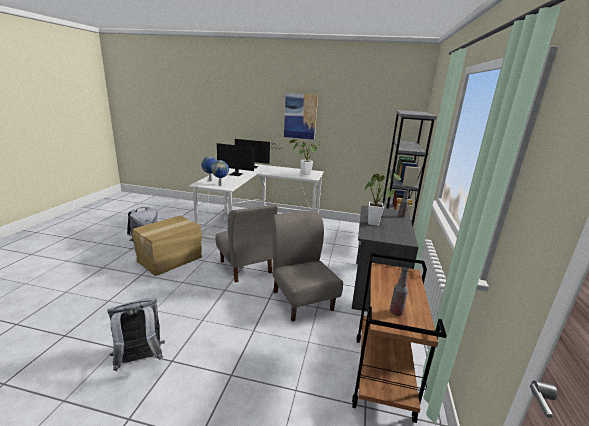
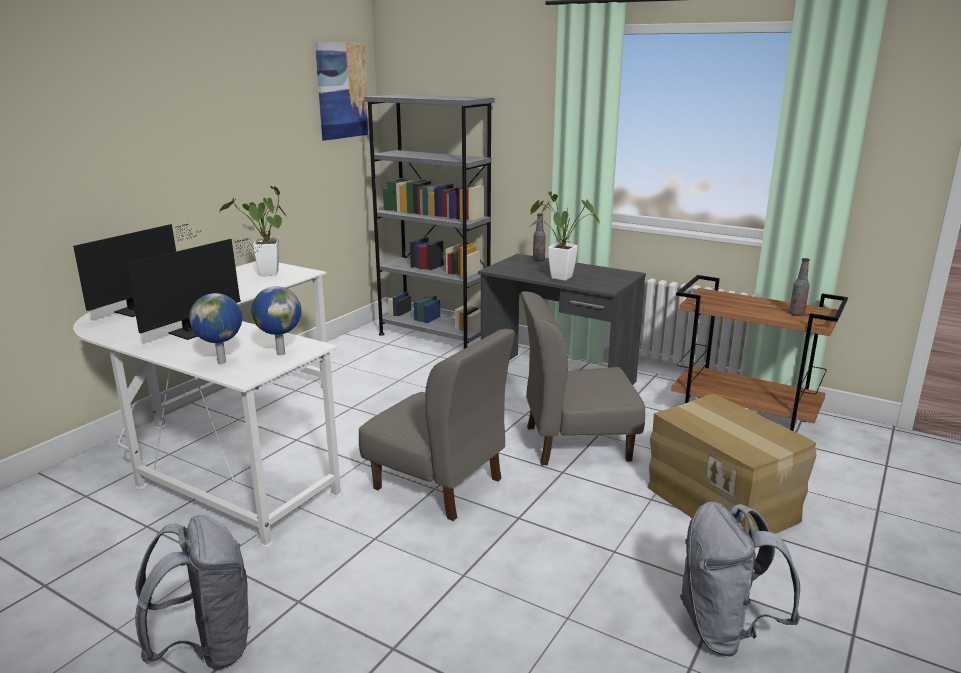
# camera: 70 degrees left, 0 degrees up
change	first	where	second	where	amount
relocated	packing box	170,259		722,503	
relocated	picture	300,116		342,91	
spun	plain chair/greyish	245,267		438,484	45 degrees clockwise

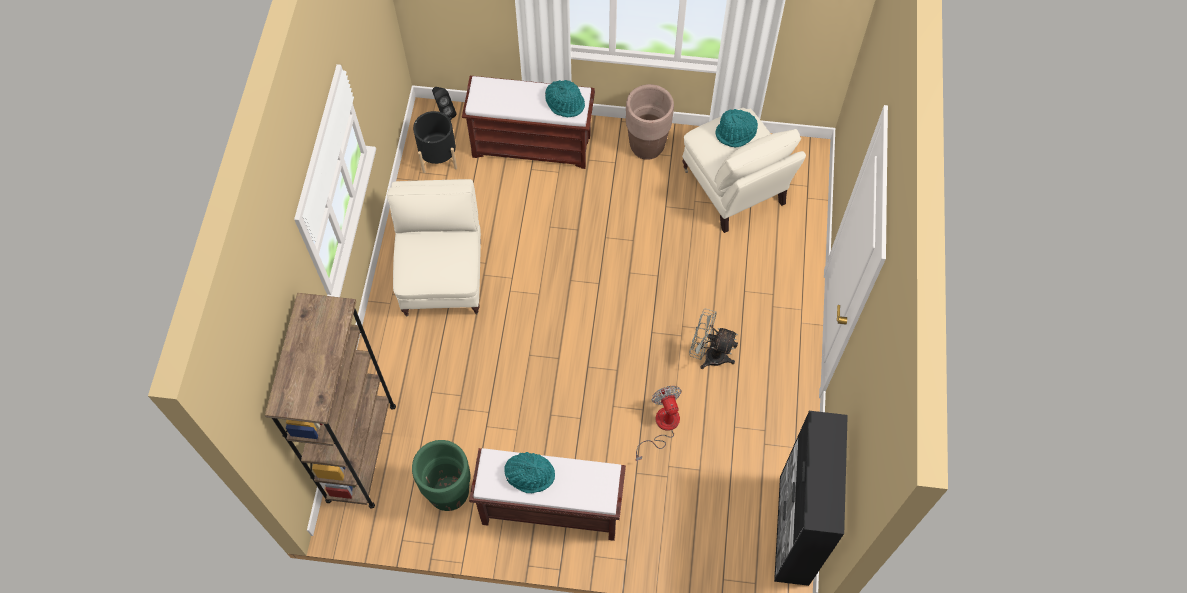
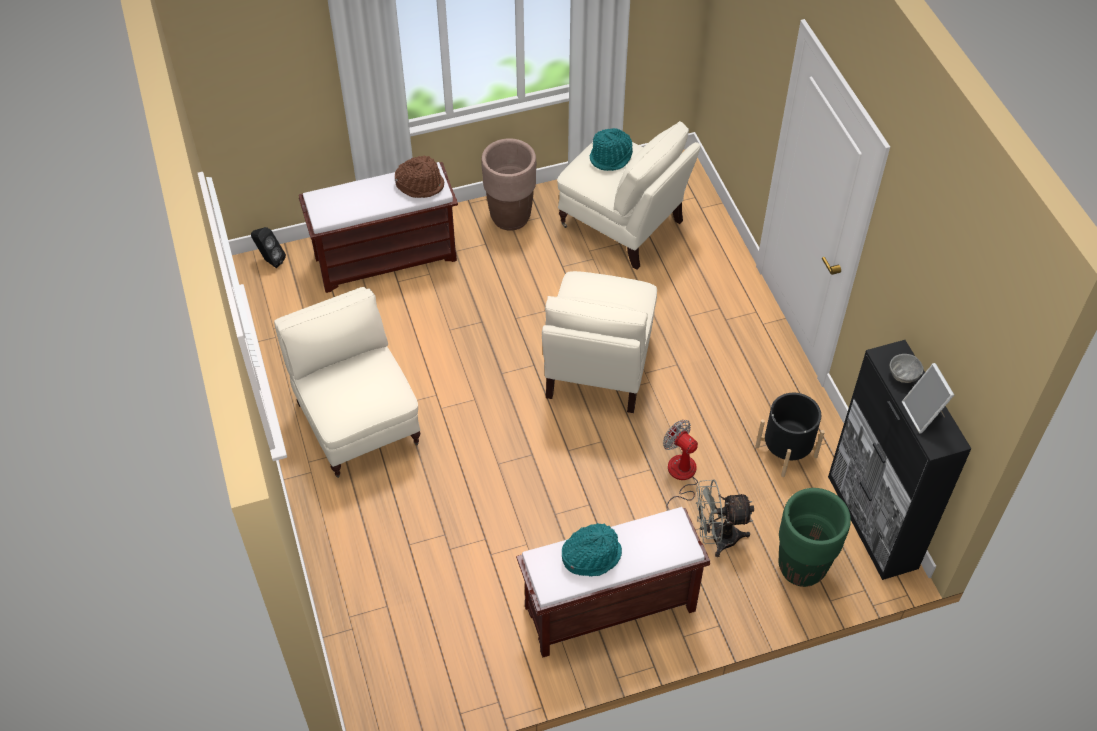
# camera: 25 degrees left, 10 degrees down
change	first	where	second	where	amount
missing	shelving unit/brownish	361,452			
appeared			armchair/beige	597,367	
appeared			bowl/greyish	904,375	
appeared			standing frame	924,414	
relocated	plant pot/green	449,493		802,567	
relocated	plant pot/black-coloured	438,156		786,451	
relocated	fan/greyish	709,355		717,538	
colour	hat/turquoise	565,103	hat/brownish	420,184	

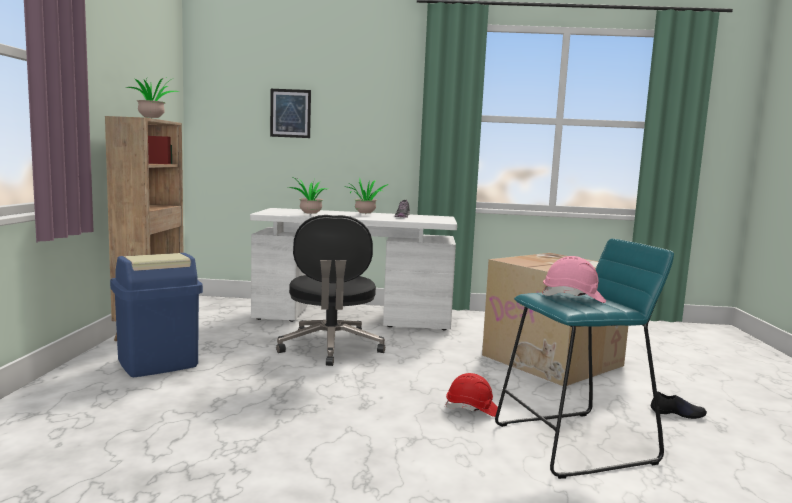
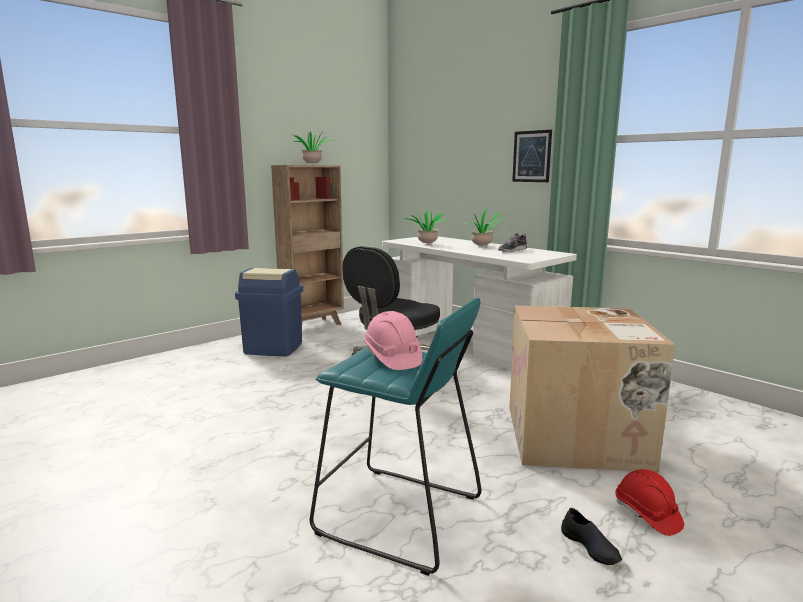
# camera: 45 degrees right, 5 degrees up
change	first	where	second	where	amount
relocated	picture	290,113		531,156	
relocated	work helmet/red-coloured	472,409		647,515	

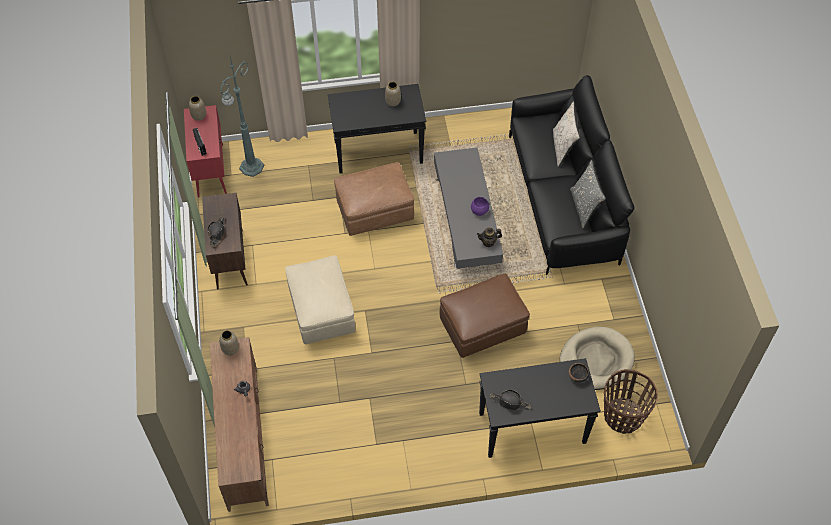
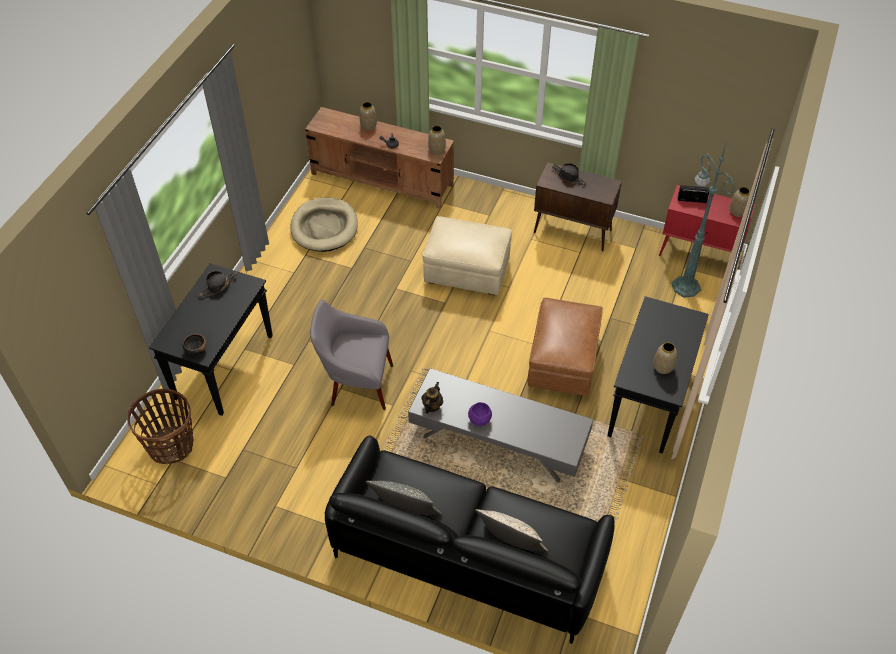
# camera: 120 degrees right, 5 degrees down
change	first	where	second	where	amount
appeared			decorative vase	368,126	
relocated	dog bed/beige	596,360		324,227	
exchanged	pouffe/brownish	482,327	armchair/greyish	357,384	

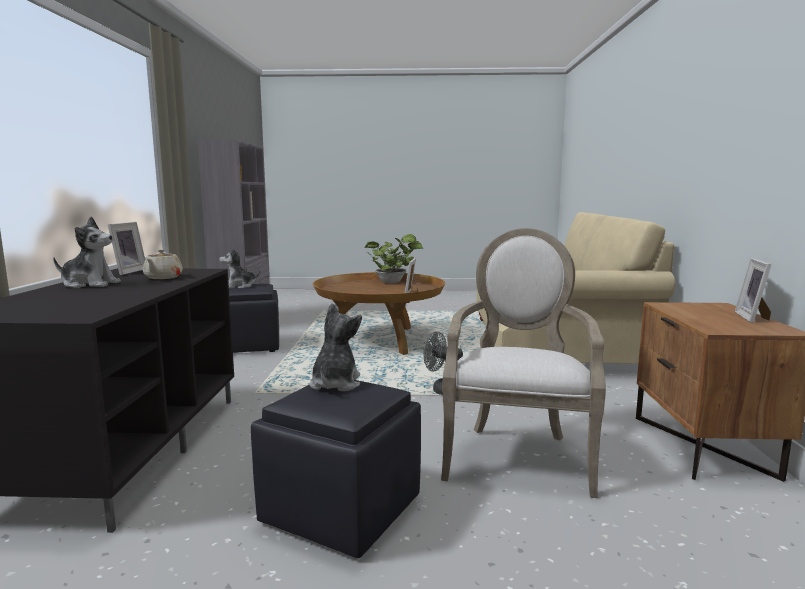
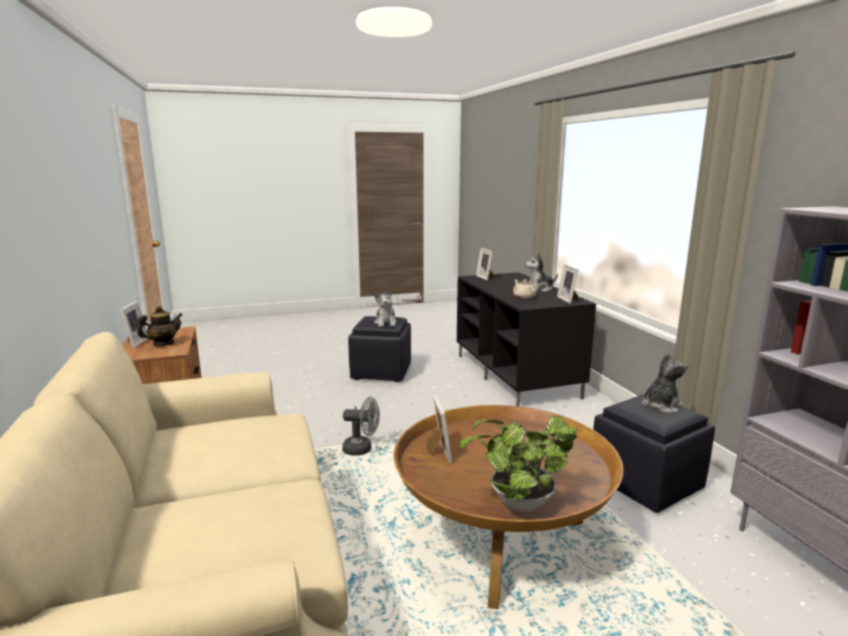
# camera: 160 degrees right, 5 degrees up
change	first	where	second	where	amount
missing	armchair	518,455			
appeared			pot for tea	163,344	
appeared			standing frame	485,277	

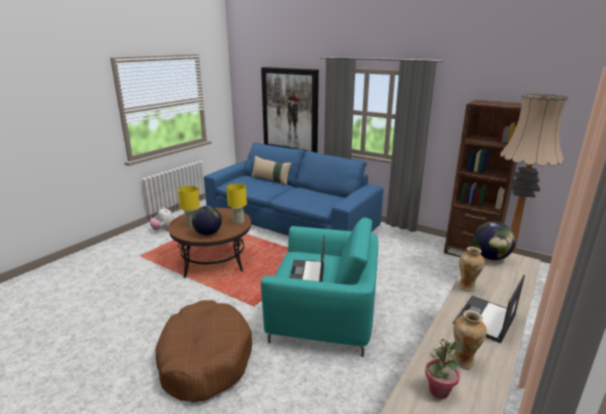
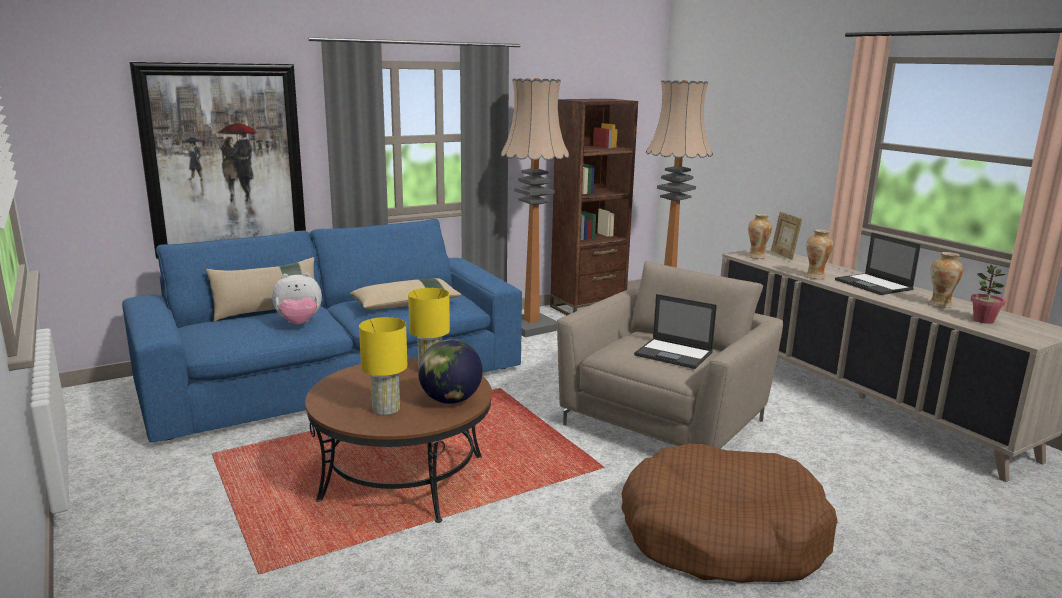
# camera: 65 degrees left, 5 degrees down
change	first	where	second	where	amount
appeared			cushion/beige	406,304	
appeared			standard lamp	531,327	
appeared			standing frame	783,255	
relocated	plush toy	163,230		299,323	
exchanged	world globe	490,257	decorative vase	756,257	
colour	armchair/turquoise	323,316	armchair/beige	665,422	

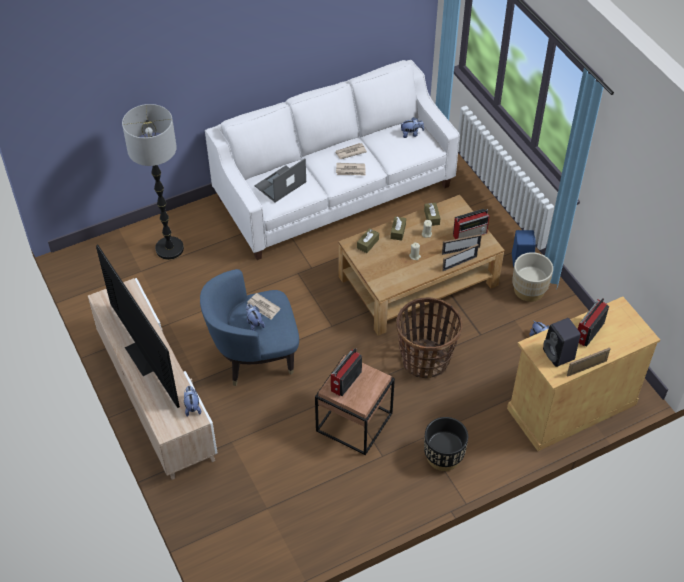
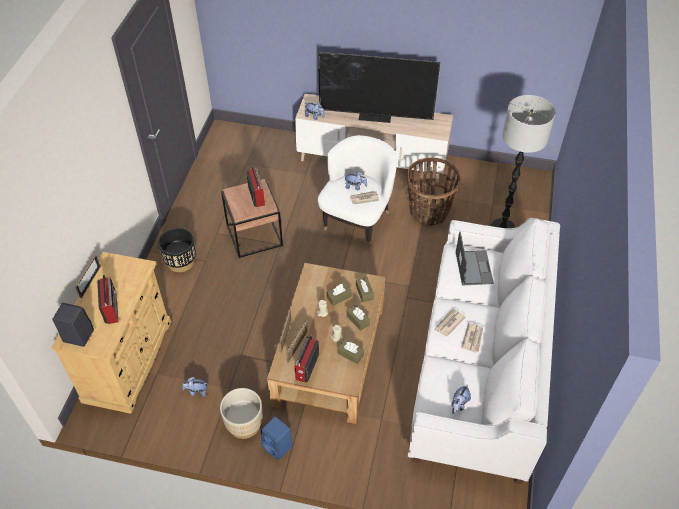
# camera: 130 degrees right, 0 degrees up
change	first	where	second	where	amount
appeared			tissue holder/brownish	339,297	
relocated	basket	425,360		429,212	
relocated	loudspeaker/black-coloured	559,355		77,335	
colour	armchair/blue-coloured	254,356	armchair/white	357,219	

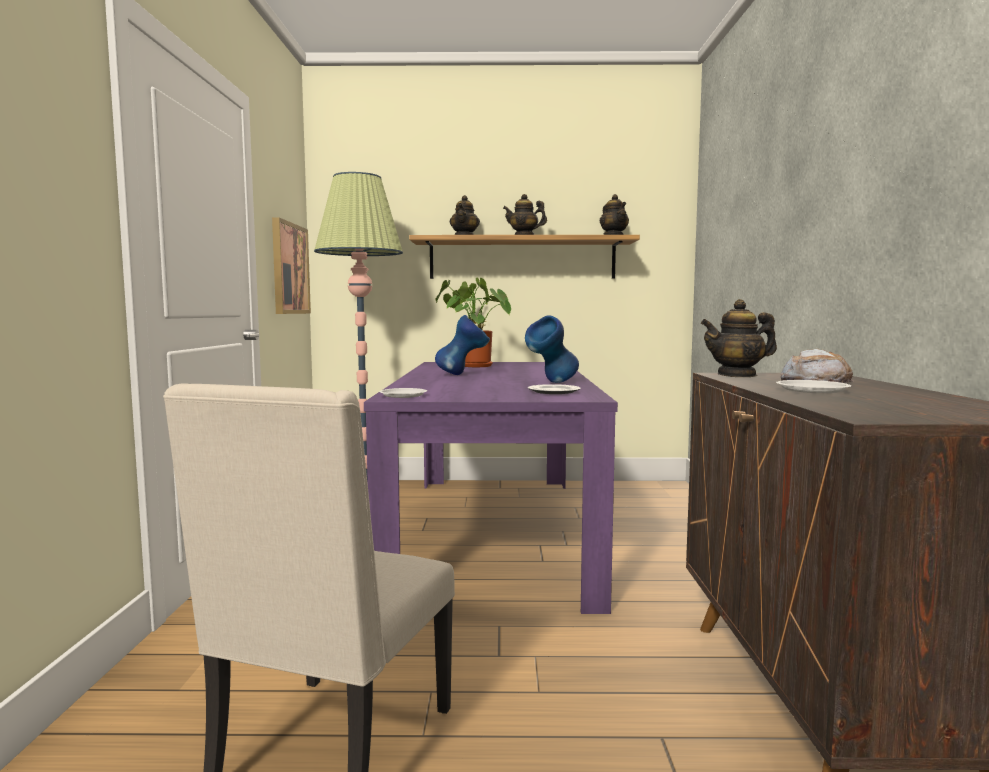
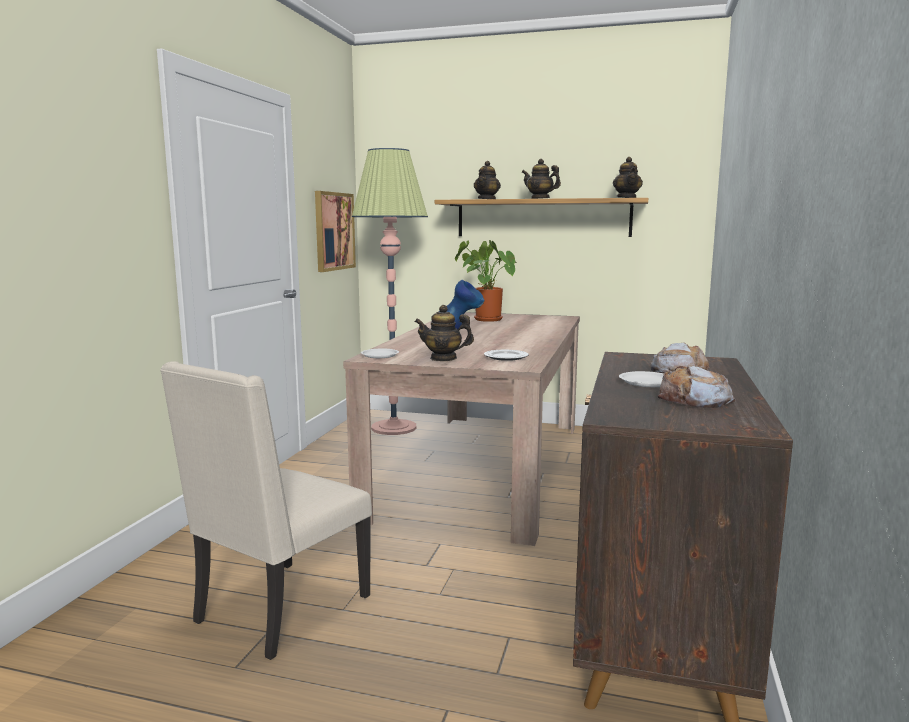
# camera: 15 degrees right, 5 degrees up
change	first	where	second	where	amount
missing	decorative vase/blue-coloured	551,383			
appeared			baked bread	694,399	
relocated	pot for tea	737,375		443,358	
colour	dining table/purple	493,530	dining table/beige	483,467	

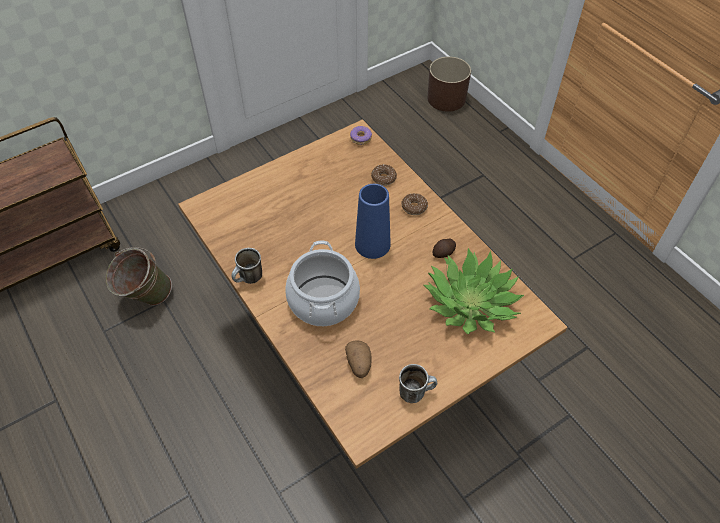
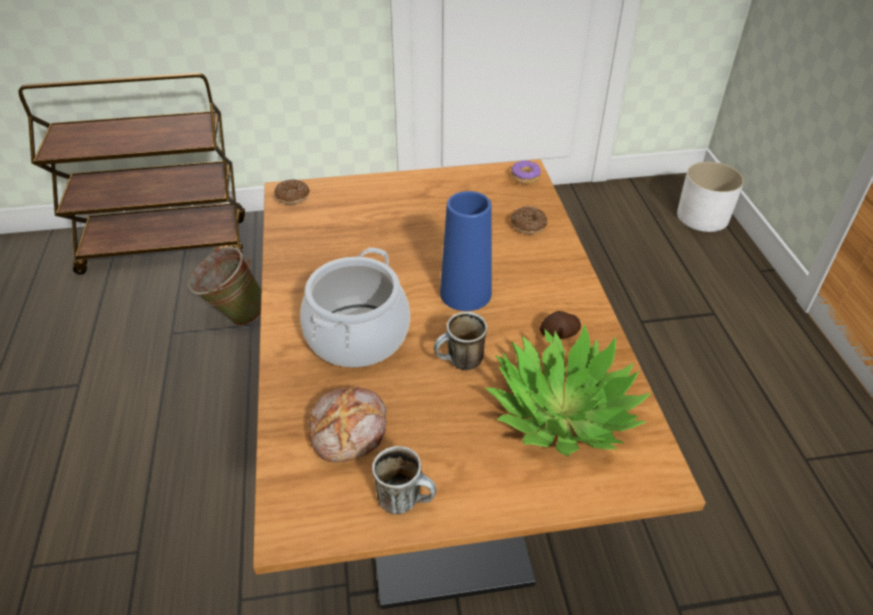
# camera: 25 degrees right, 10 degrees down
change	first	where	second	where	amount
relocated	coffee mug	249,279		460,363	
relocated	donut	414,207		292,197	
exchanged	whole potato	359,364	baked bread	350,431	
colour	plant pot/brownish	446,98	plant pot/white	703,216	

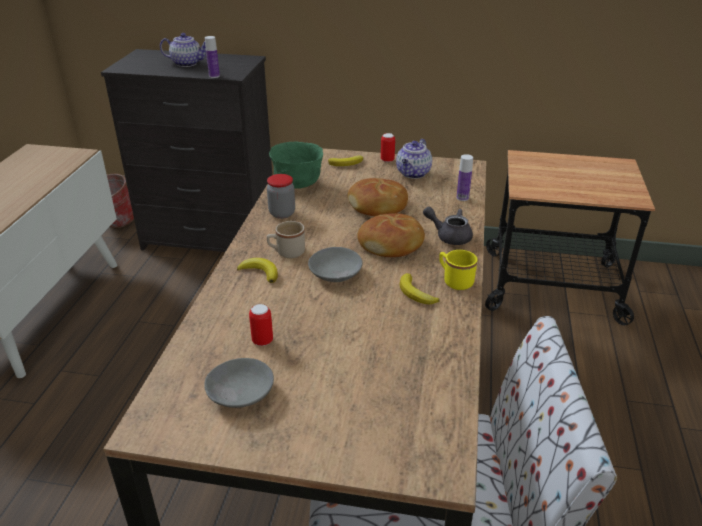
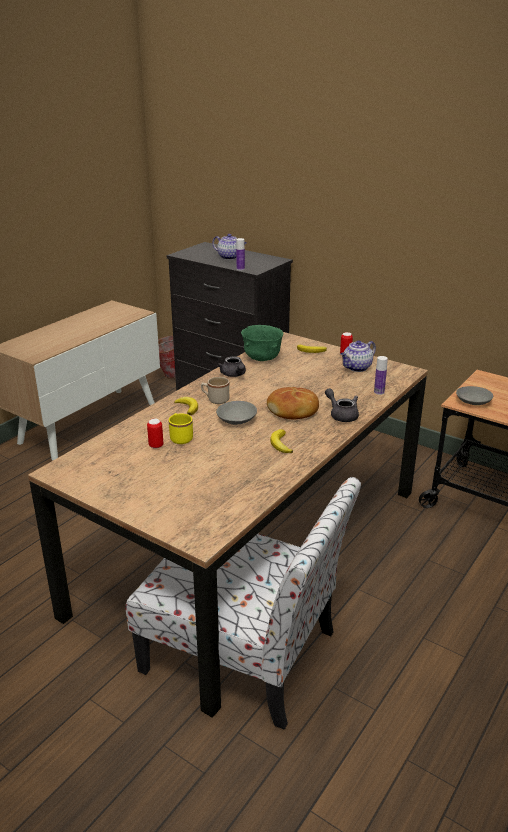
# camera: 25 degrees right, 5 degrees down
change	first	where	second	where	amount
missing	baked bread	378,206			
relocated	bowl/greyish	240,393		472,401	
relocated	coffee mug/yellowish	454,281		180,437	
exchanged	storage jar	282,213	pot for tea/greyish	234,375	

